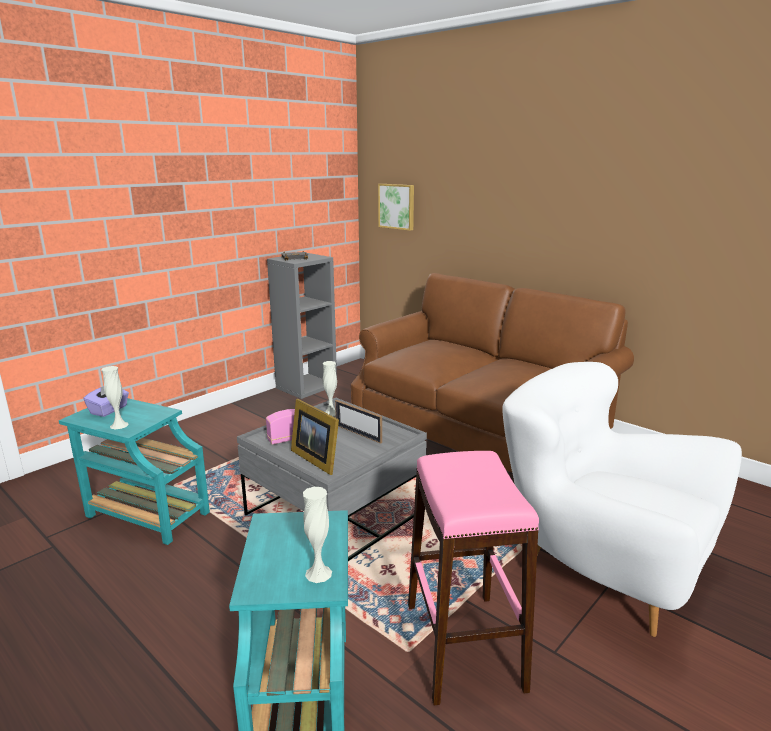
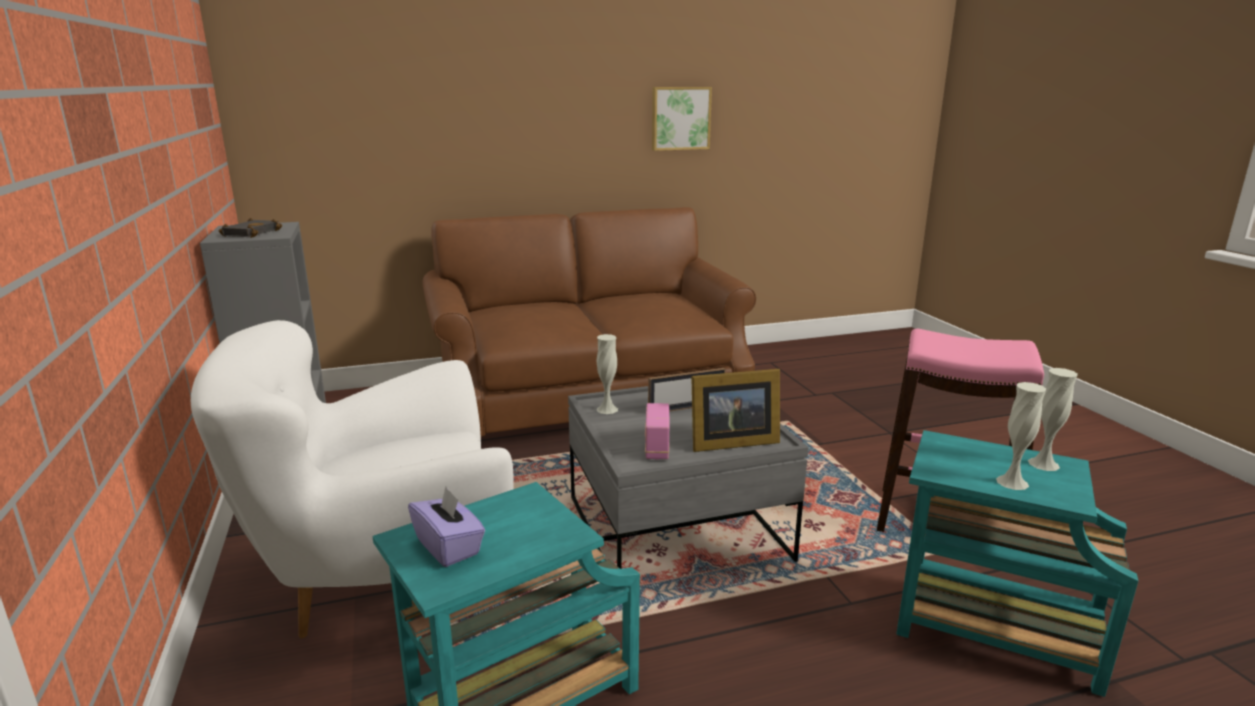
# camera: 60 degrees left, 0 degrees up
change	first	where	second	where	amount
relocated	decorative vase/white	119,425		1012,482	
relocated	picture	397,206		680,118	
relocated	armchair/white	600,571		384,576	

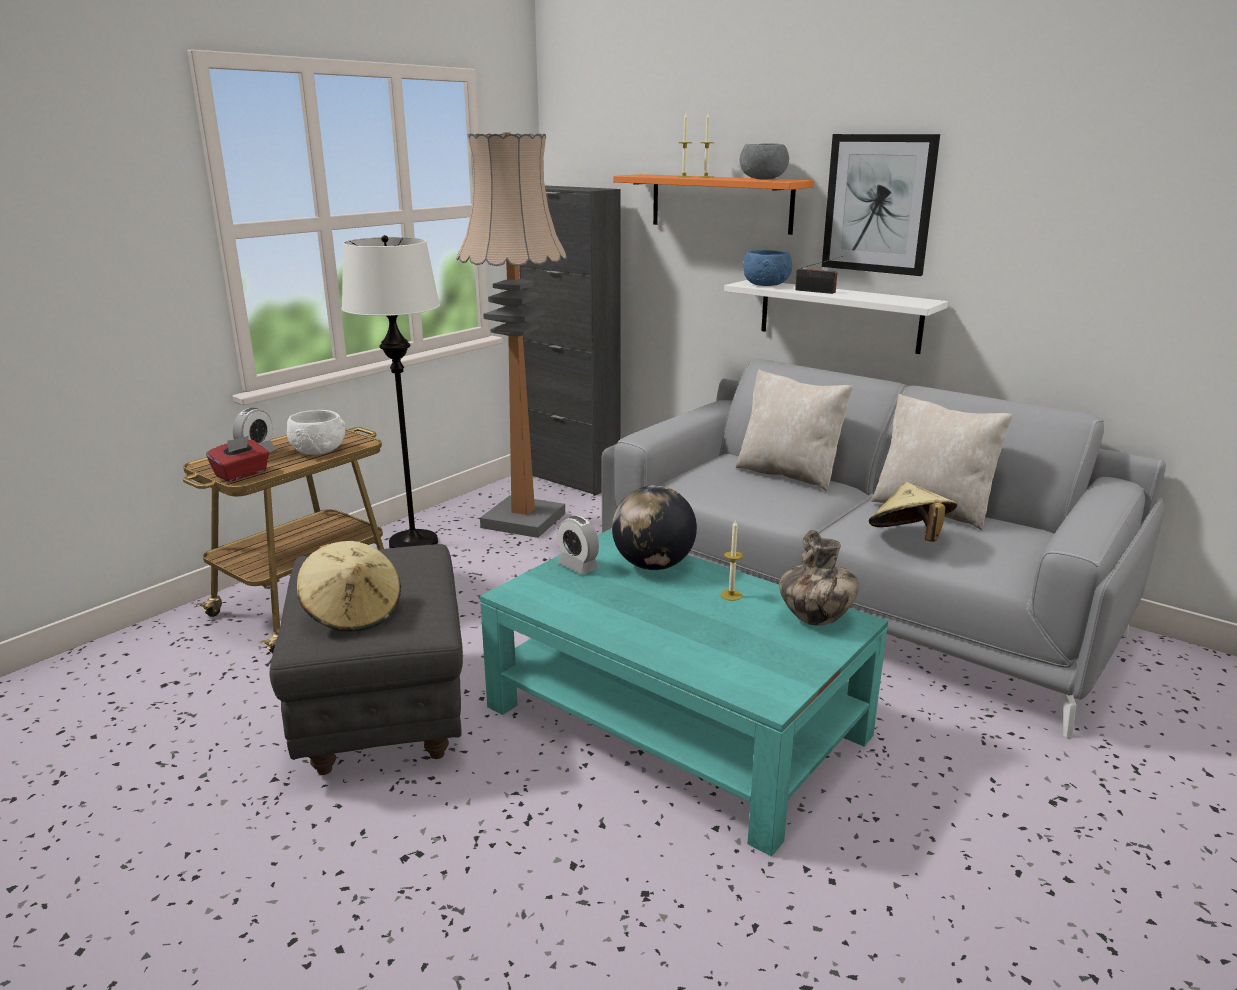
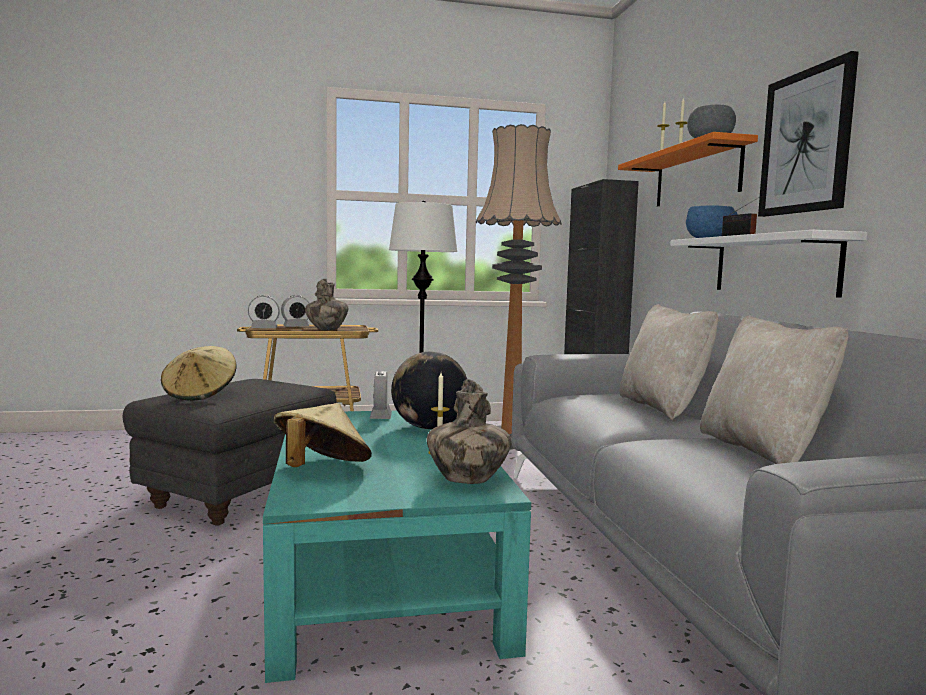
# camera: 40 degrees right, 15 degrees down
change	first	where	second	where	amount
relocated	hat/beige	909,538		321,470	
exchanged	tissue holder/red-coloured	241,474	bedside clock	264,328	
exchanged	bowl/white	319,450	decorative vase	327,329	

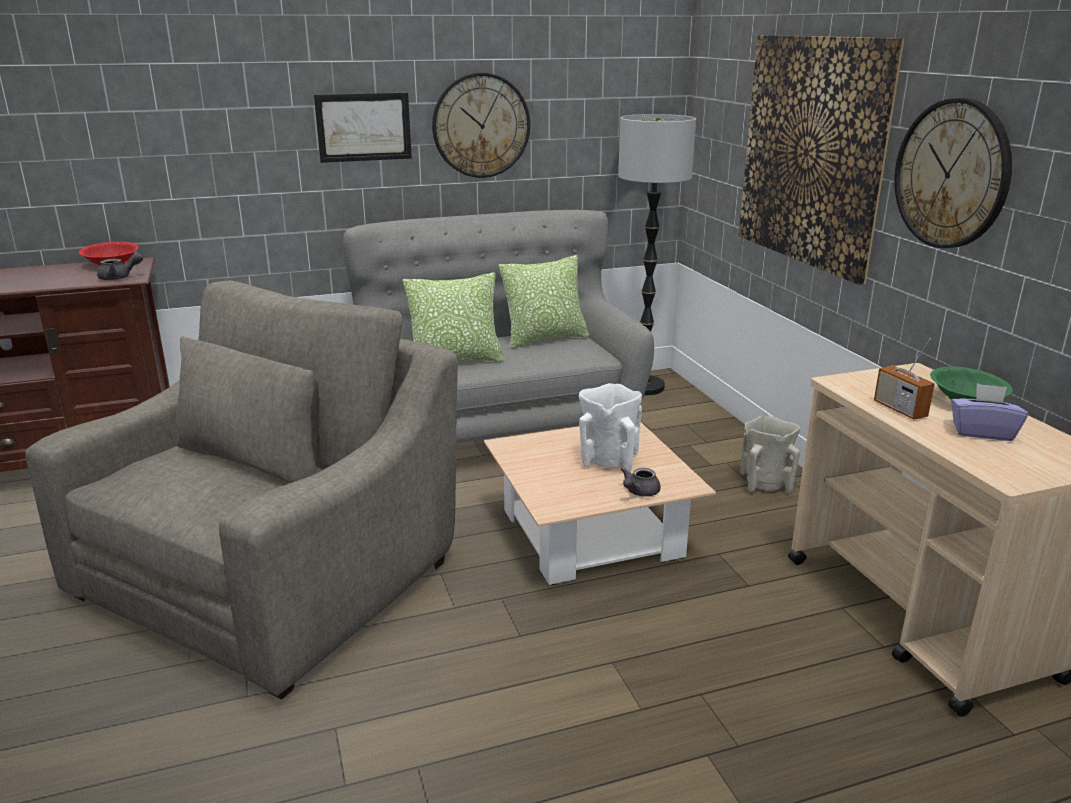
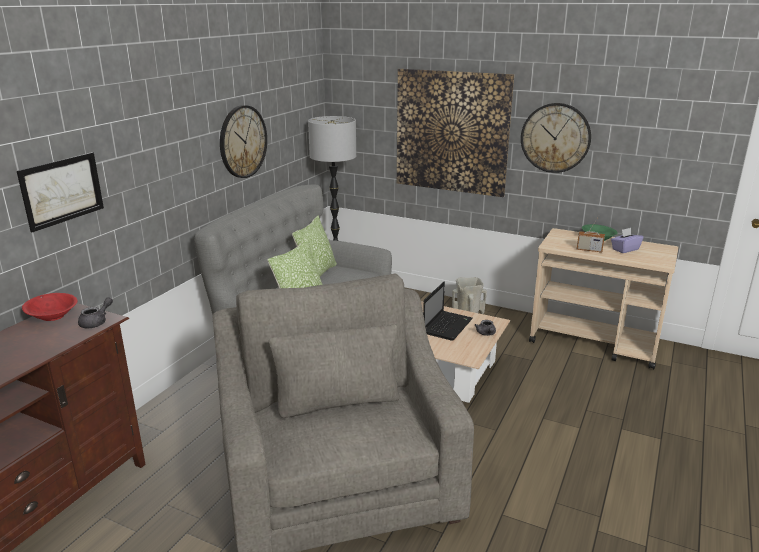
# camera: 45 degrees left, 0 degrees up
change	first	where	second	where	amount
relocated	picture	364,127		62,190	
exchanged	decorative vase/white	608,460	portable computer	447,326	

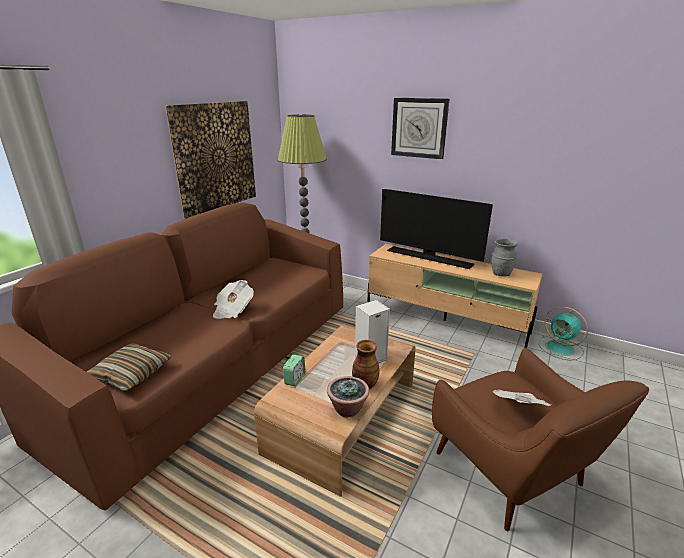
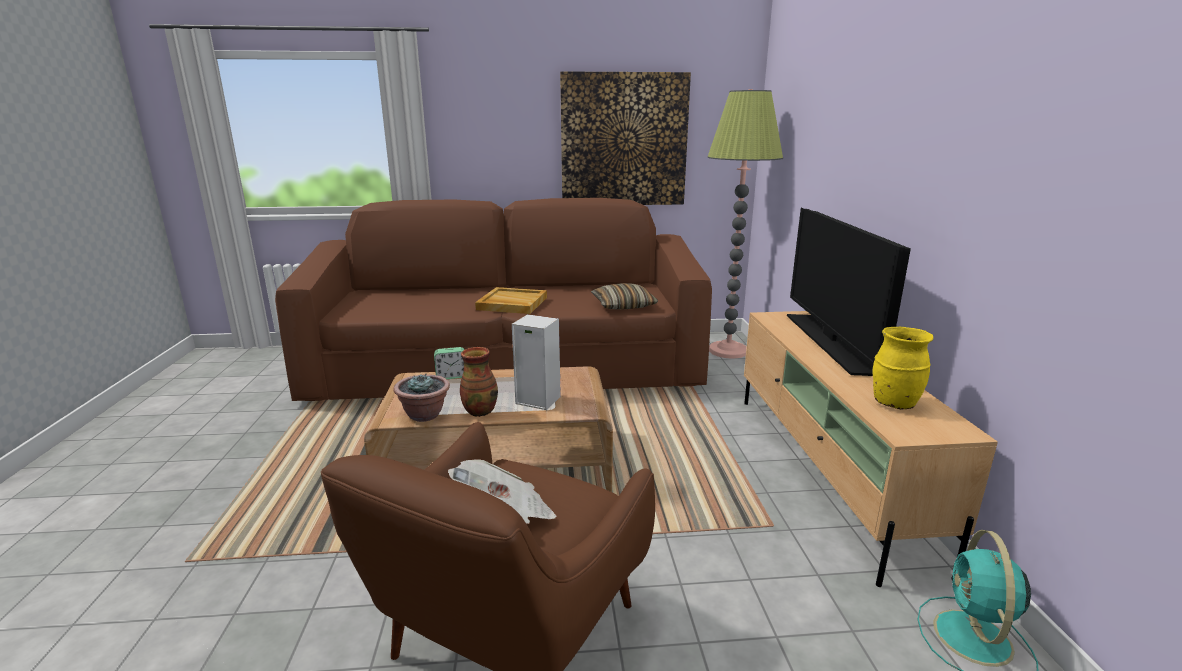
# camera: 55 degrees right, 5 degrees down
change	first	where	second	where	amount
missing	hanging clock	419,128			
relocated	cushion	131,374		623,305	
exchanged	daily paper	233,310	serving tray/beige	511,303	
colour	decorative vase/greyish	500,274	decorative vase/yellowish	893,403	

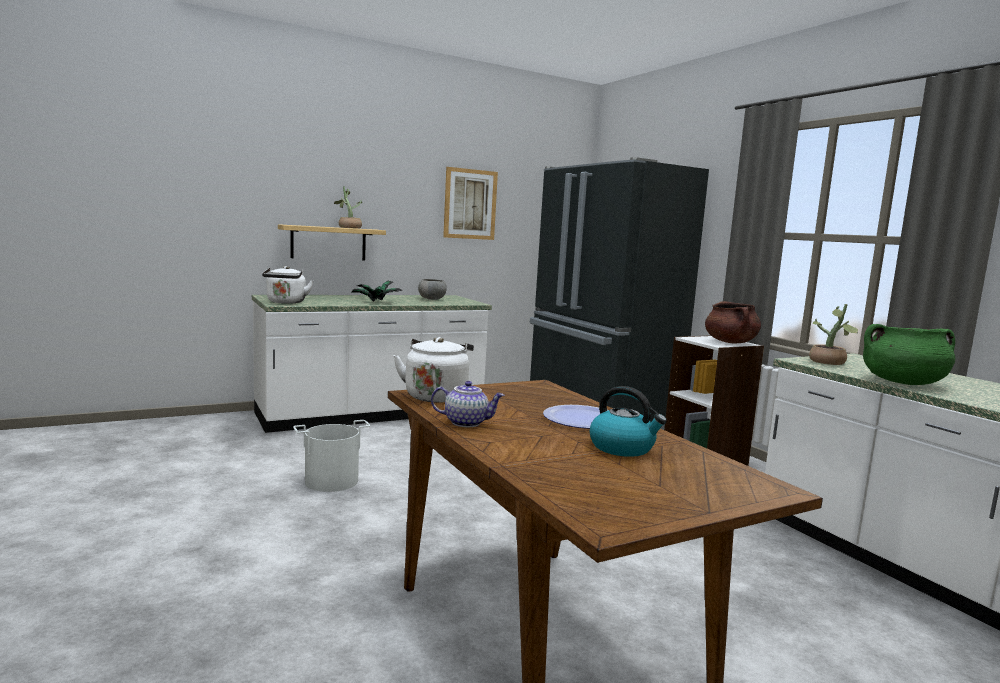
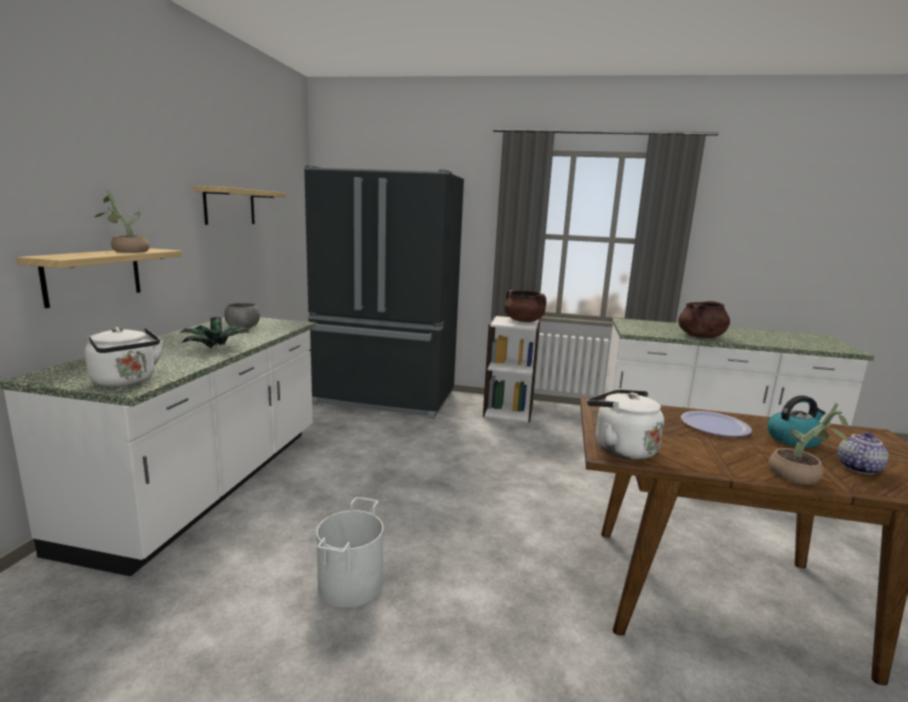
# camera: 50 degrees left, 5 degrees up
change	first	where	second	where	amount
relocated	pot for tea	466,422		857,467	
relocated	plant in a pot	829,363		800,477	
exchanged	picture	470,204	shelf	230,206	
colour	saucepot/green	902,382	saucepot/brownish	700,336	

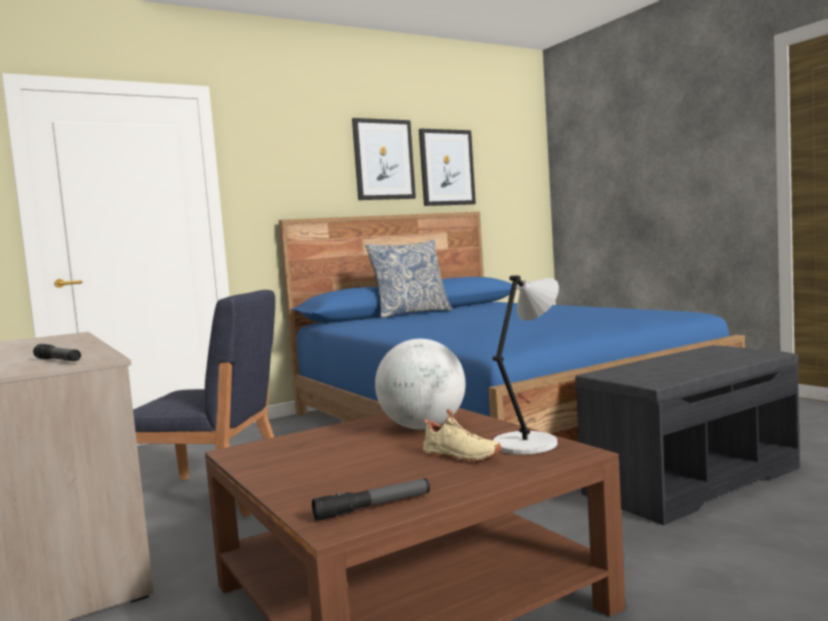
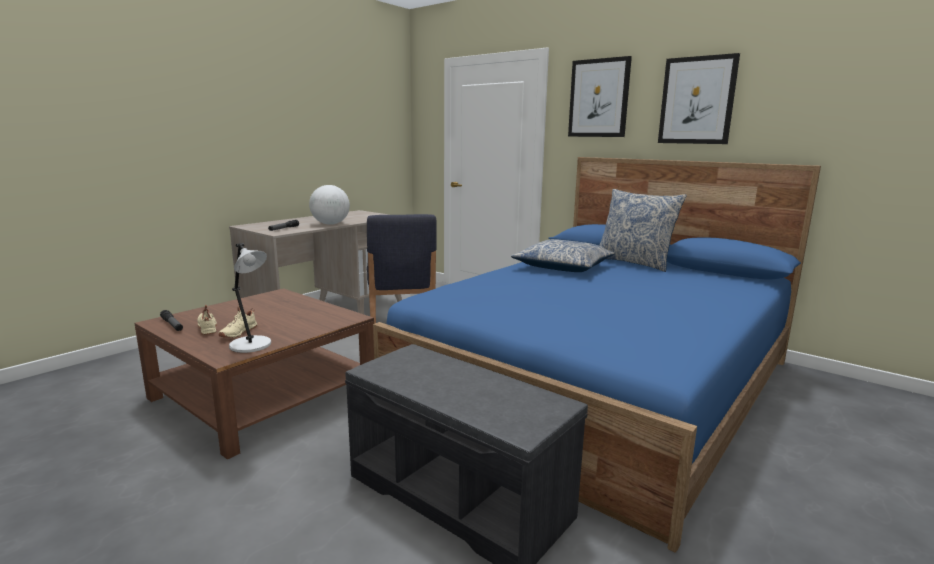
# camera: 70 degrees right, 10 degrees up
change	first	where	second	where	amount
appeared			item of footwear/beige	208,328	
appeared			cushion	563,267	
relocated	world globe	423,427		330,224	
relocated	picture	446,167		599,98	

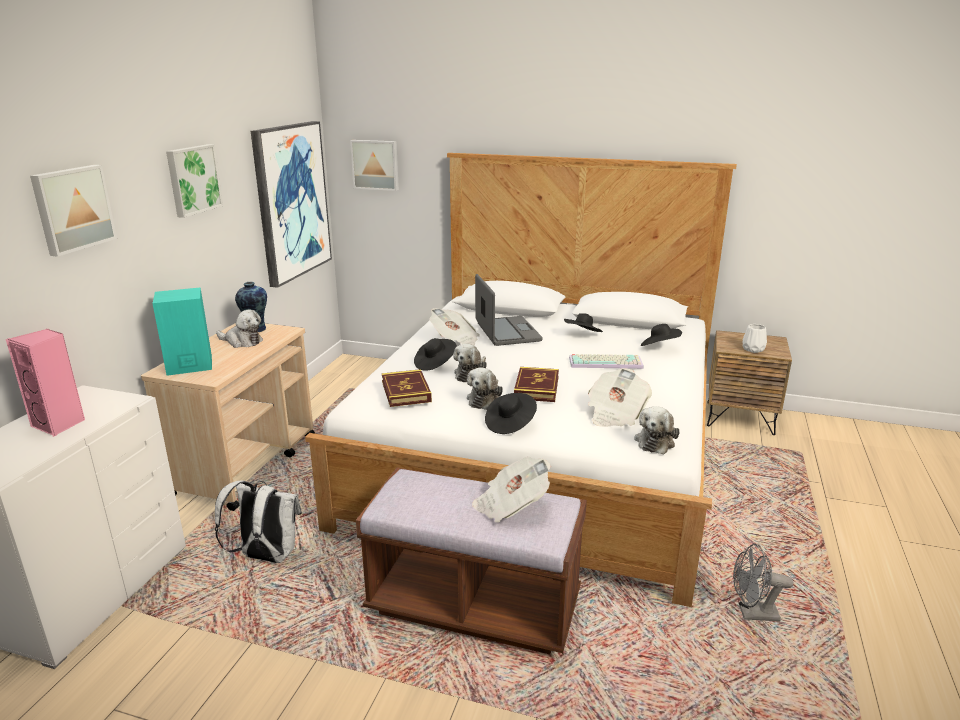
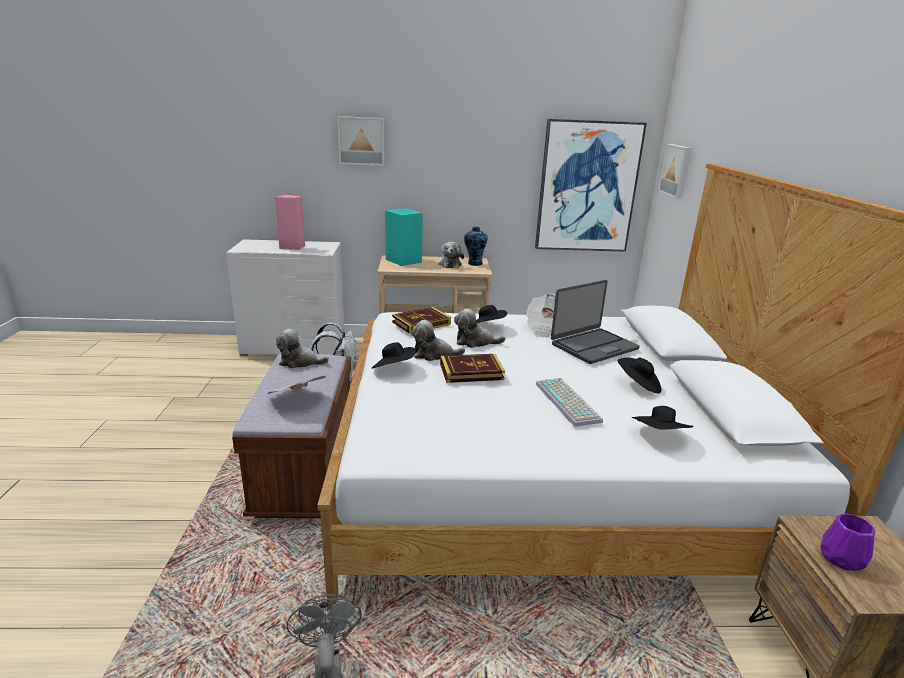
# camera: 70 degrees right, 0 degrees up
change	first	where	second	where	amount
missing	picture	193,179			
missing	daily paper	615,414			
relocated	plush toy	655,441		299,362	
colour	decorative vase/white	753,349	decorative vase/purple	841,559	

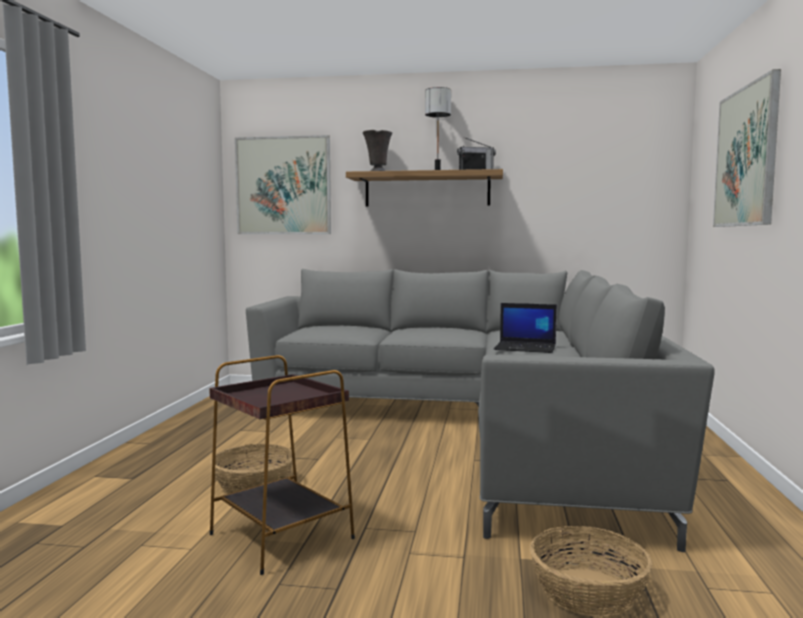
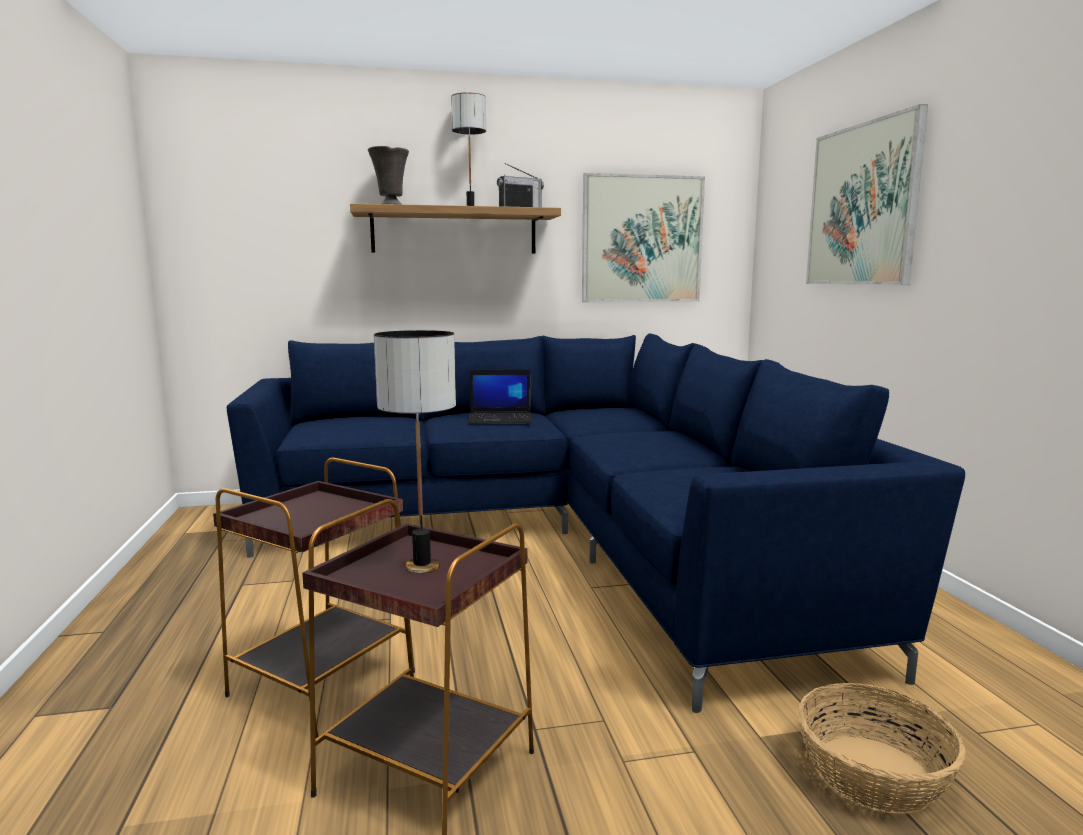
# camera: 20 degrees left, 5 degrees up
change	first	where	second	where	amount
appeared			lamp for a table	423,566	
relocated	picture	283,186		642,239	
relocated	portable computer	526,348		501,418	
exchanged	basket	254,485	end table/brownish	324,683	
colour	couch/greyish	475,428	couch/blue-coloured	558,539	

